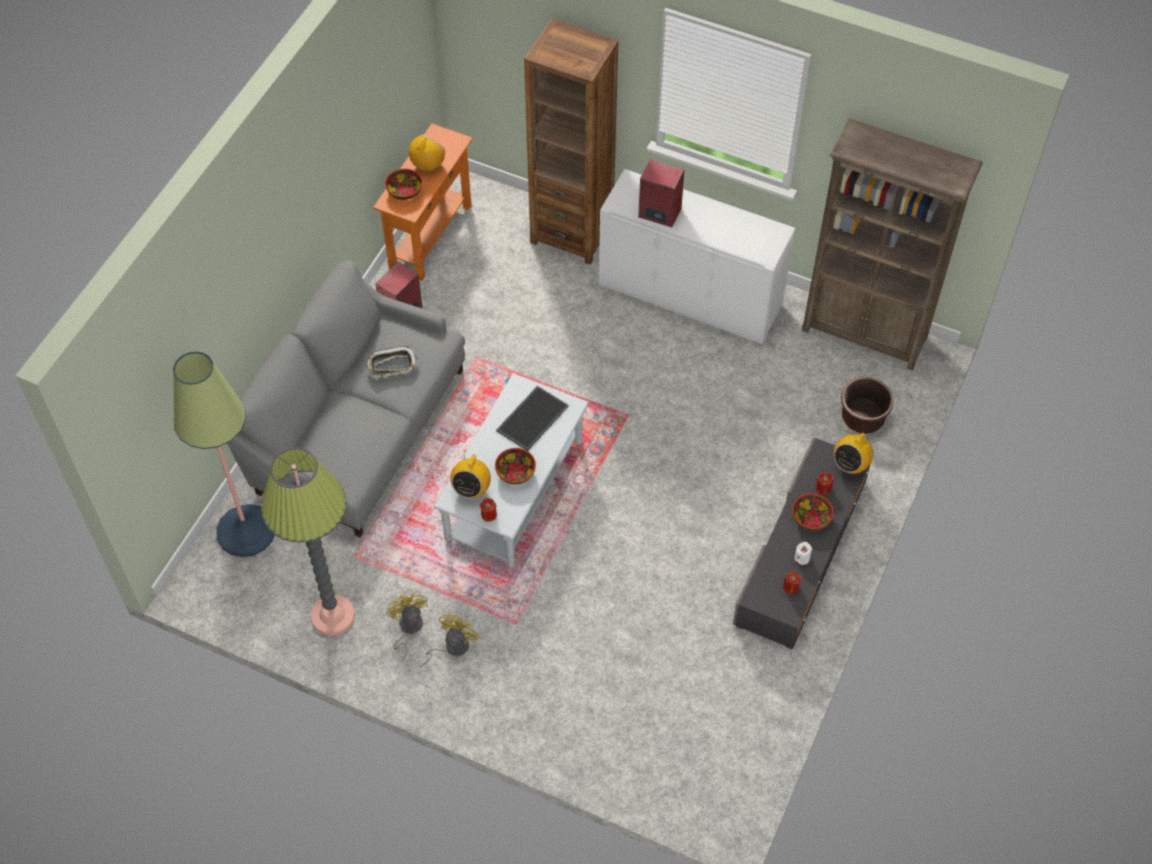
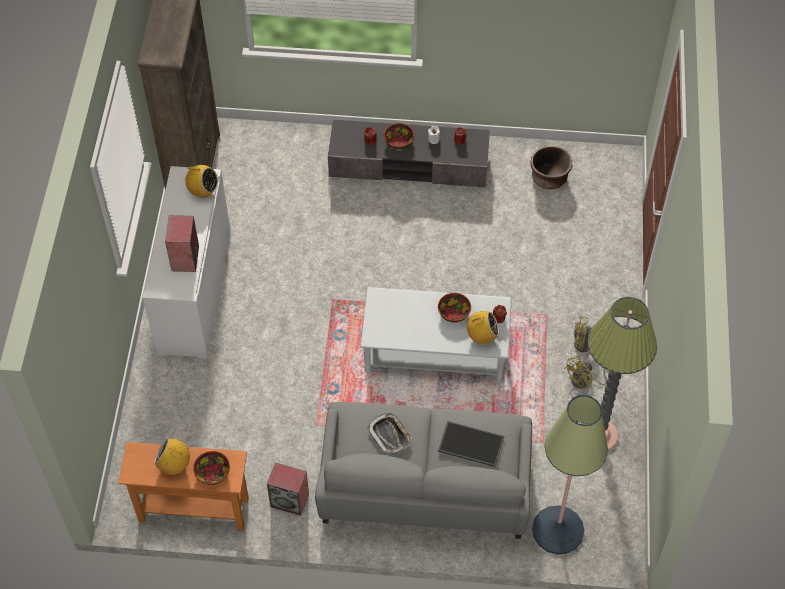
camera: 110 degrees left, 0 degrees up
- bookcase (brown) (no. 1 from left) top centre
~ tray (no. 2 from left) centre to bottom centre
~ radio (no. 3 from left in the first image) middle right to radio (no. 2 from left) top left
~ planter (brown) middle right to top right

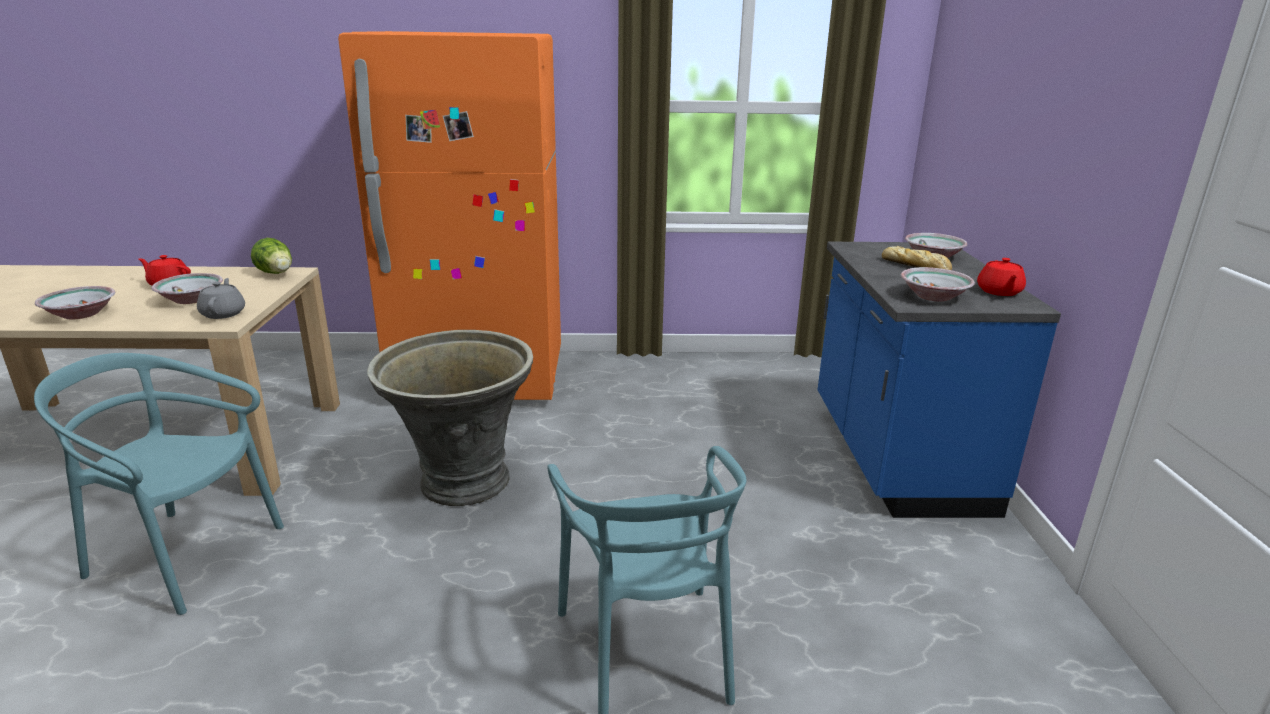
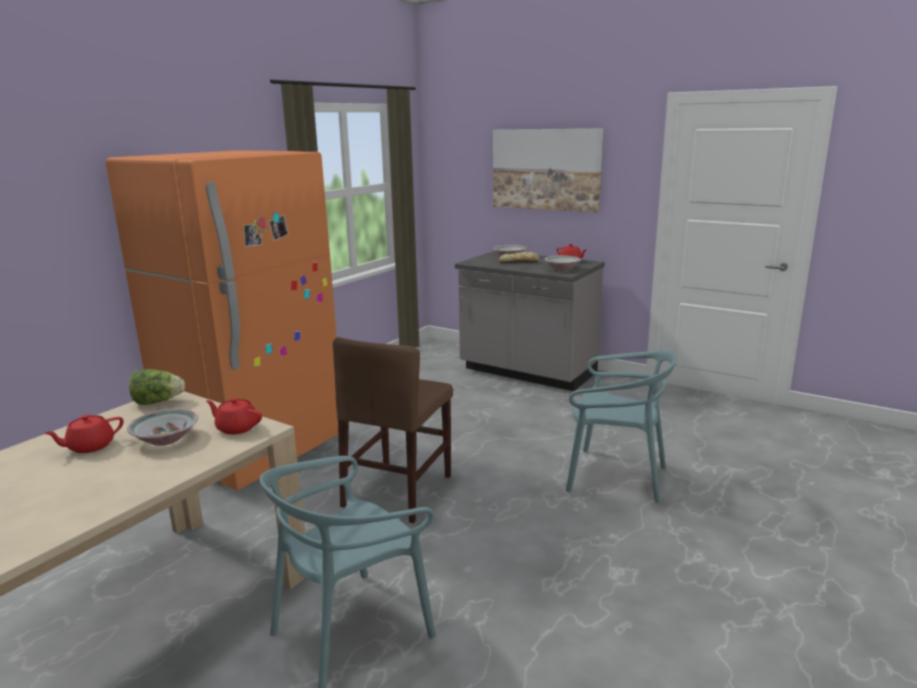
camera: 55 degrees left, 5 degrees down
- bowl (no. 1 from left) middle left
+ picture top centre
~ planter (grey) centre to chair (brown) centre
~ teapot (grey) middle left to teapot (red) (no. 2 from left) middle left
~ counter (blue) middle right to counter (grey) centre

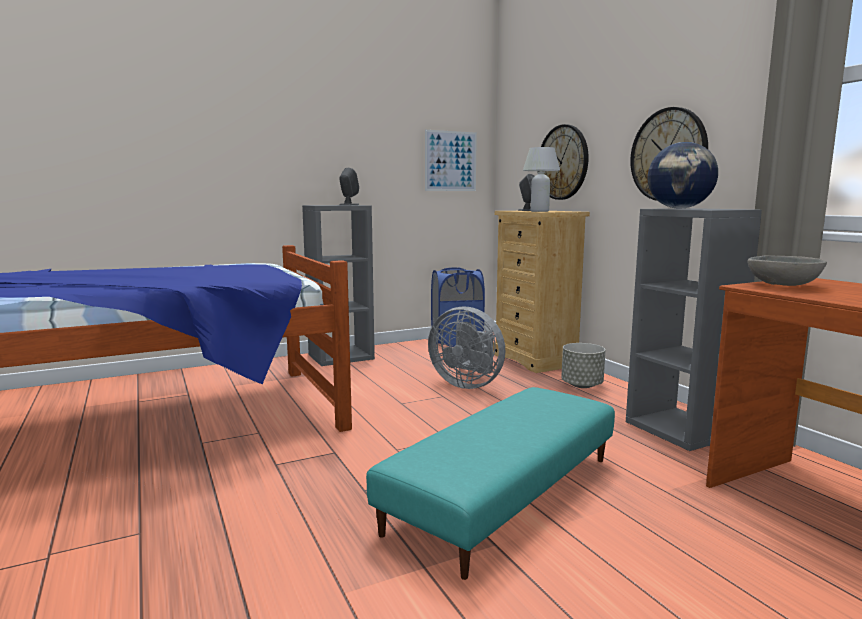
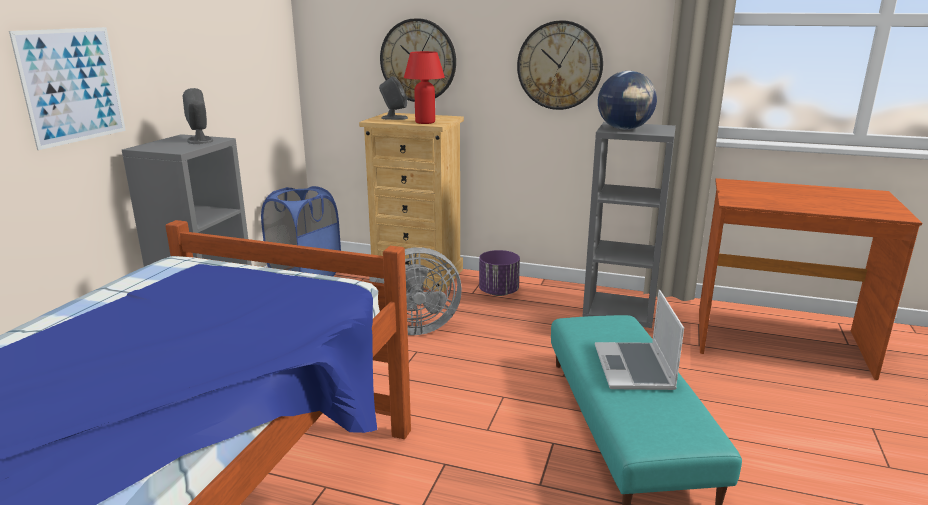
camera: 45 degrees left, 10 degrees up
- bowl (grey) middle right
+ laptop bottom right
~ picture top centre to top left
~ table lamp (white) top centre to table lamp (red) top centre
~ planter (grey) middle right to planter (purple) centre

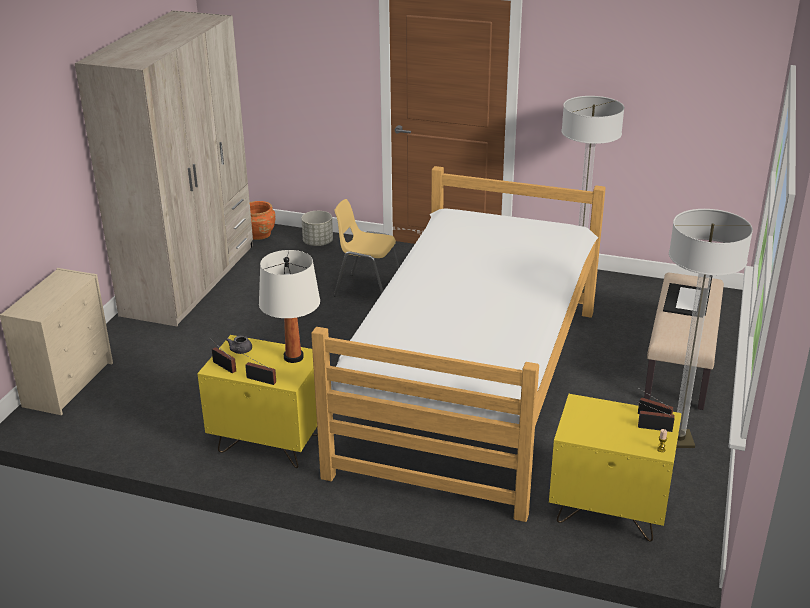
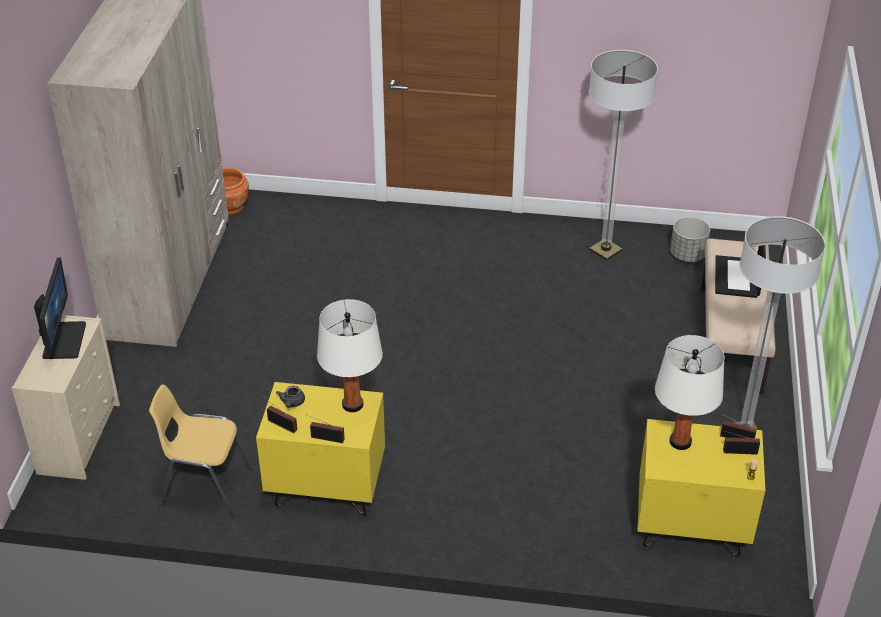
camera: 10 degrees left, 10 degrees up
- bed centre
+ monitor middle left
+ table lamp (white) (no. 2 from left) middle right
~ planter (grey) centre to middle right
~ chair (yellow) centre to bottom left

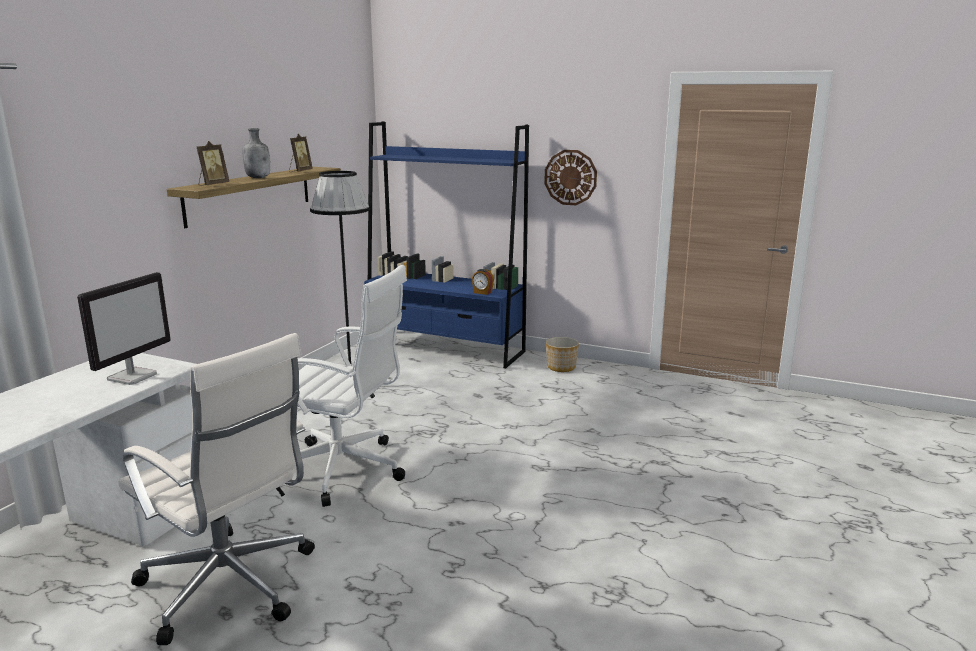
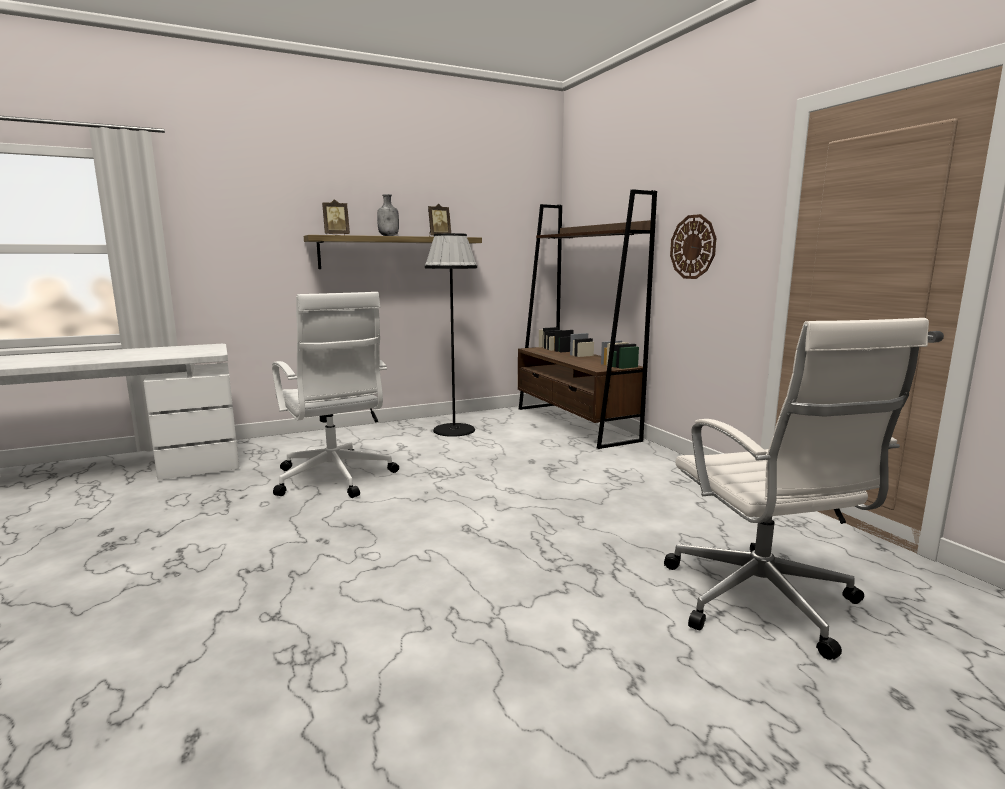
camera: 40 degrees right, 5 degrees down
- monitor middle left
- alarm clock centre
- planter centre
~ office chair (white) (no. 1 from left in the first image) bottom left to office chair (white) (no. 2 from left) middle right
~ bookcase (blue) centre to bookcase (brown) centre

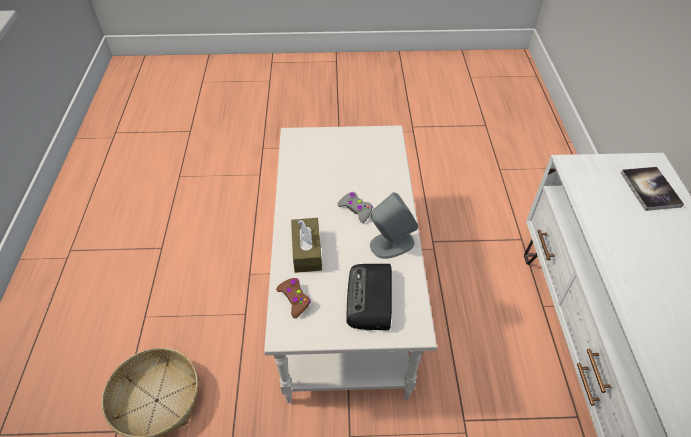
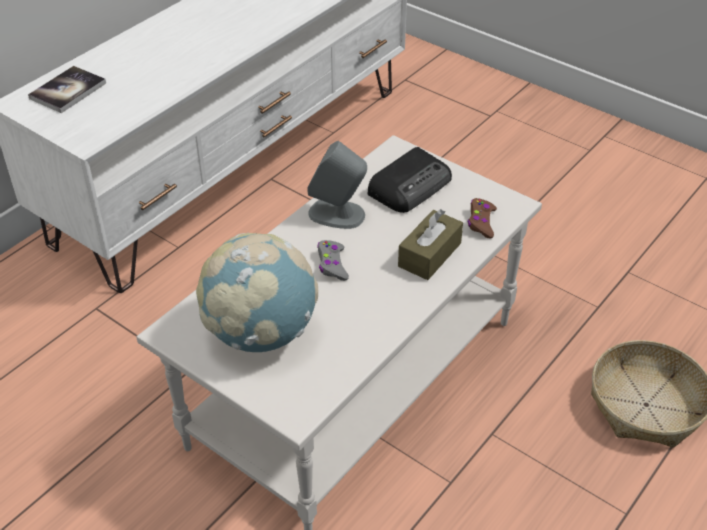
camera: 140 degrees left, 5 degrees down
+ globe centre

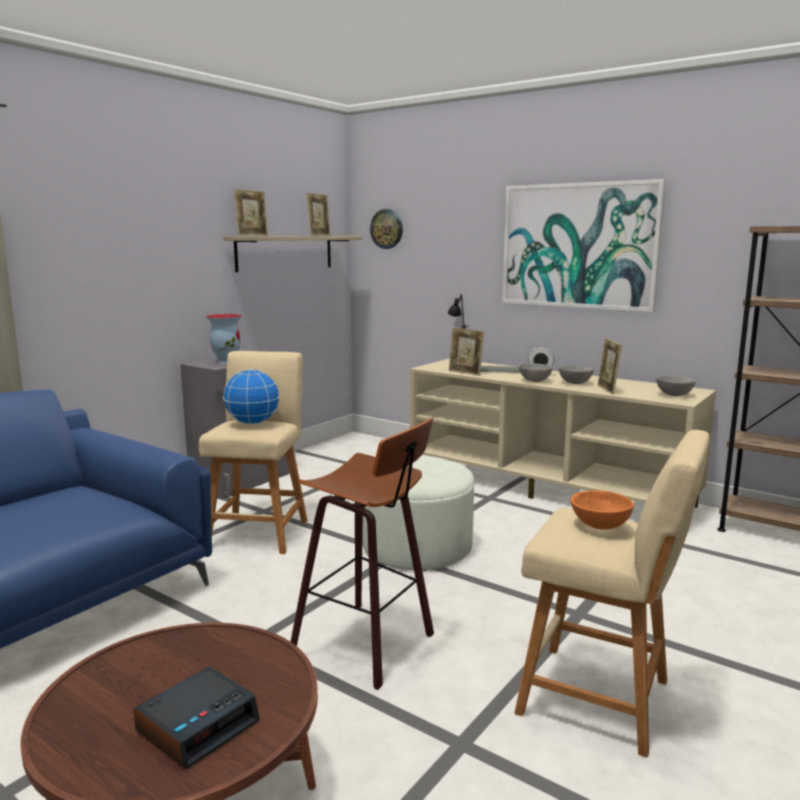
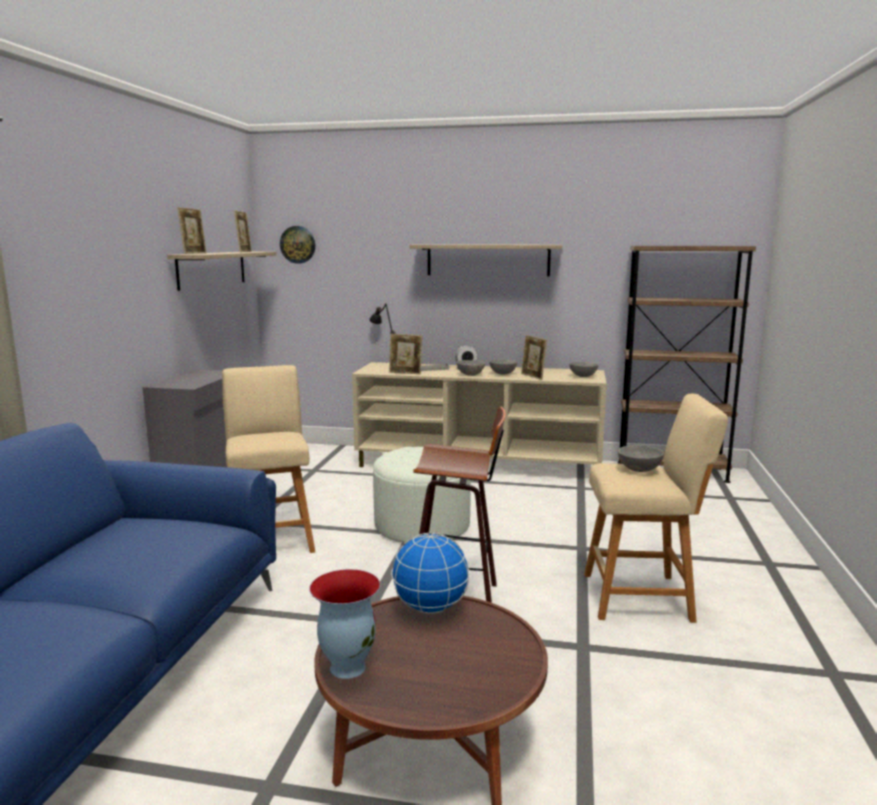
camera: 25 degrees left, 0 degrees up
- alarm clock (no. 1 from left) bottom left
~ vase middle left to bottom centre
~ globe middle left to bottom centre
~ picture top right to shelf (no. 2 from left) top centre
~ bowl (orange) middle right to bowl (grey) (no. 4 from left) middle right

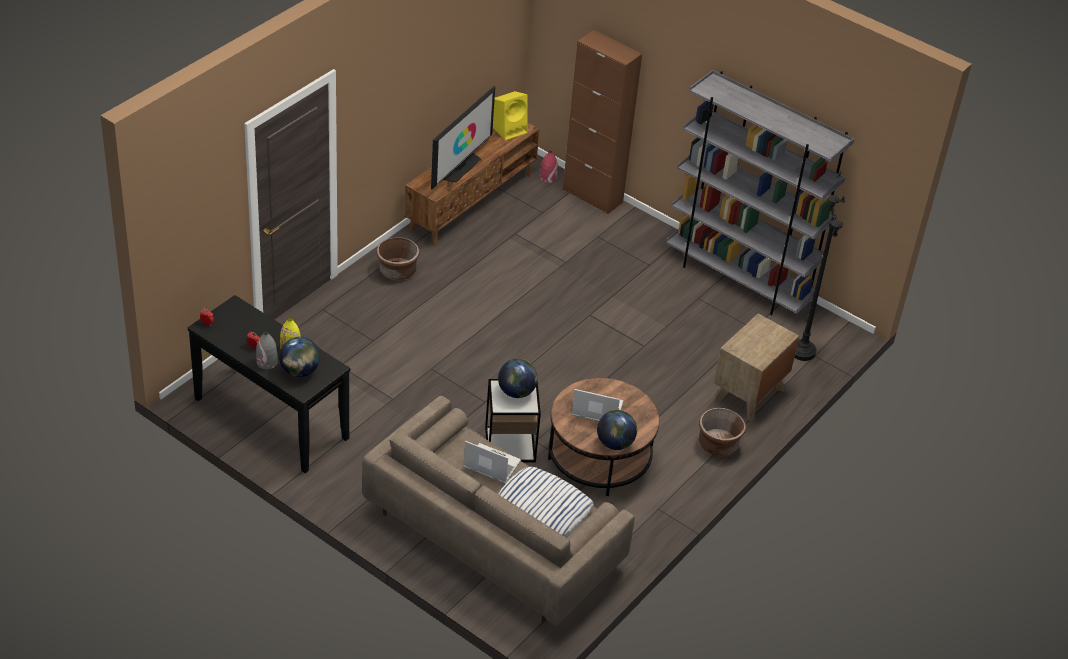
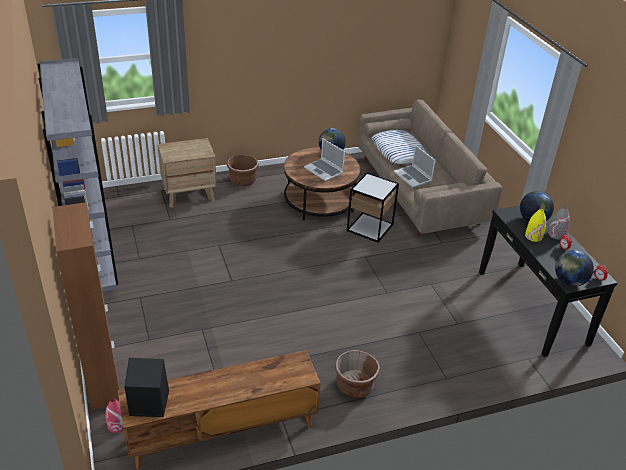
camera: 145 degrees left, 5 degrees down
- television top centre
- floor lamp (black) middle right
~ globe (no. 2 from left in the first image) centre to globe (no. 3 from left) middle right
~ speaker (yellow) top centre to speaker (black) bottom left

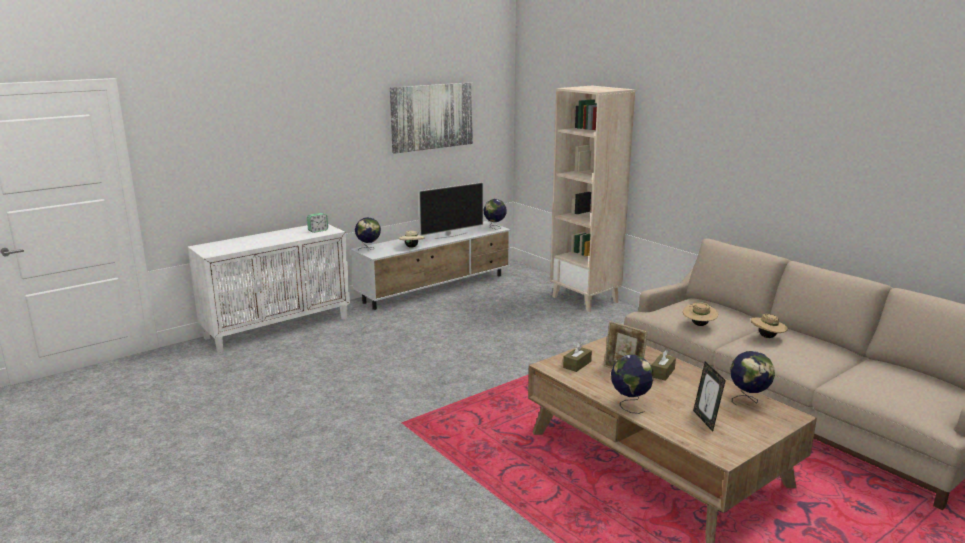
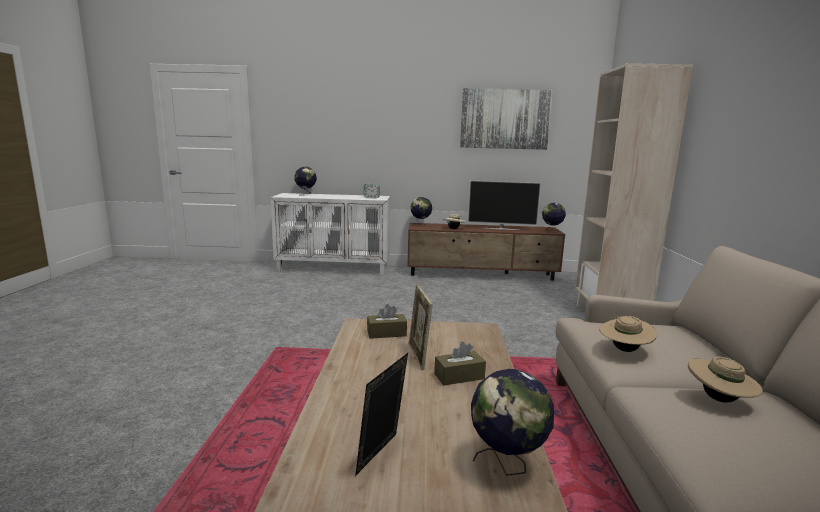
camera: 40 degrees right, 5 degrees down
~ globe (no. 3 from left in the first image) bottom centre to globe (no. 1 from left) centre
~ tv stand (white) centre to tv stand (brown) centre

